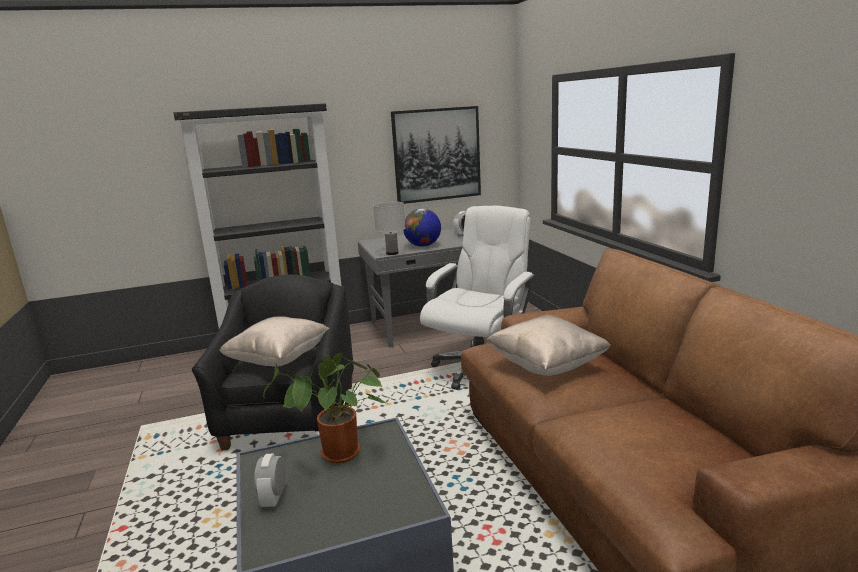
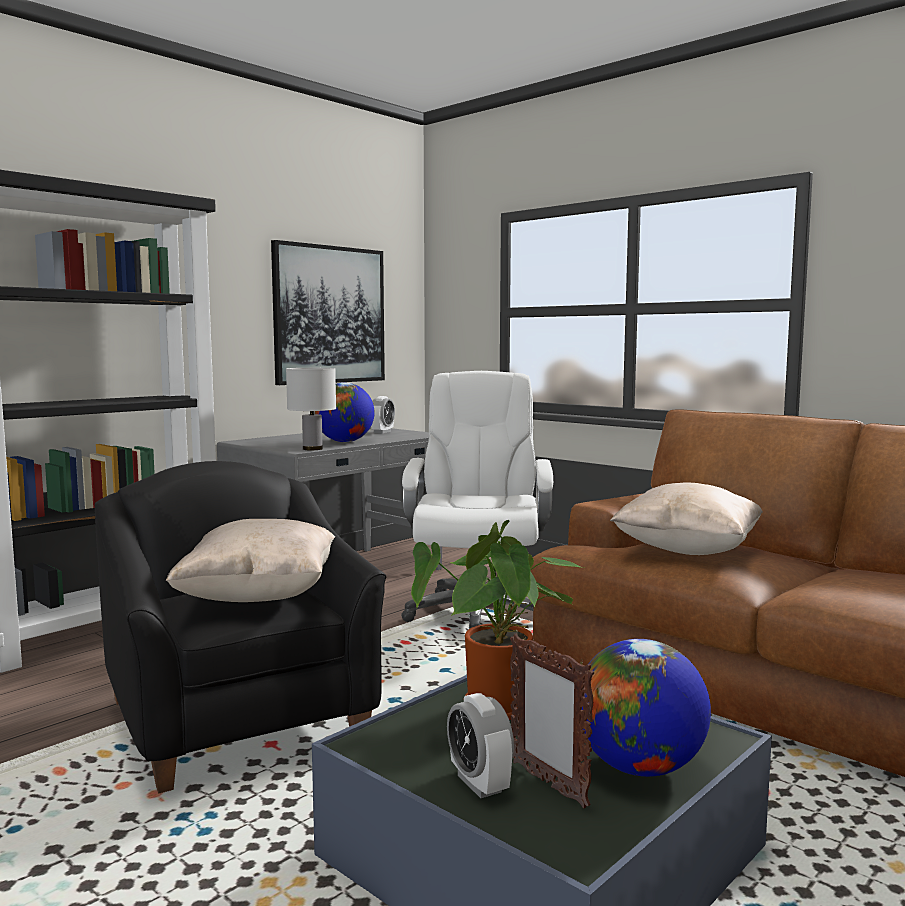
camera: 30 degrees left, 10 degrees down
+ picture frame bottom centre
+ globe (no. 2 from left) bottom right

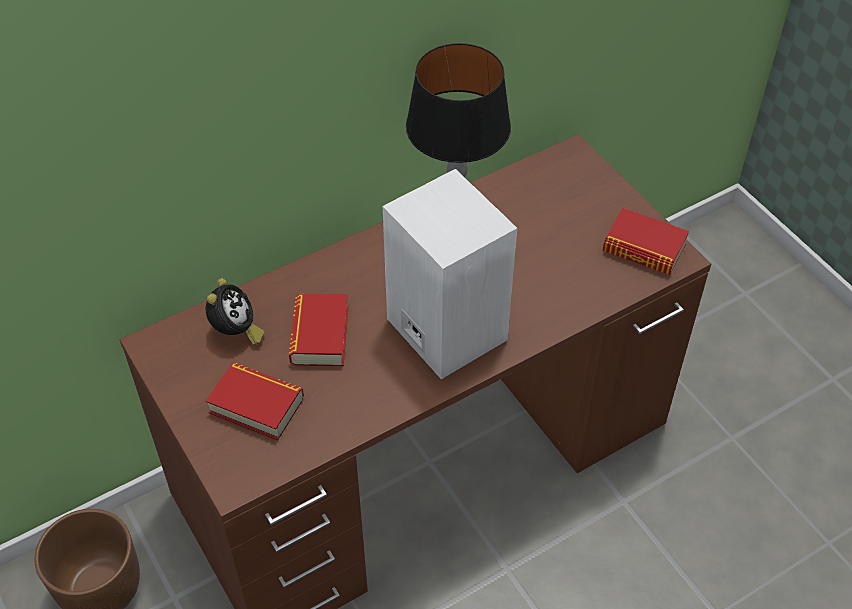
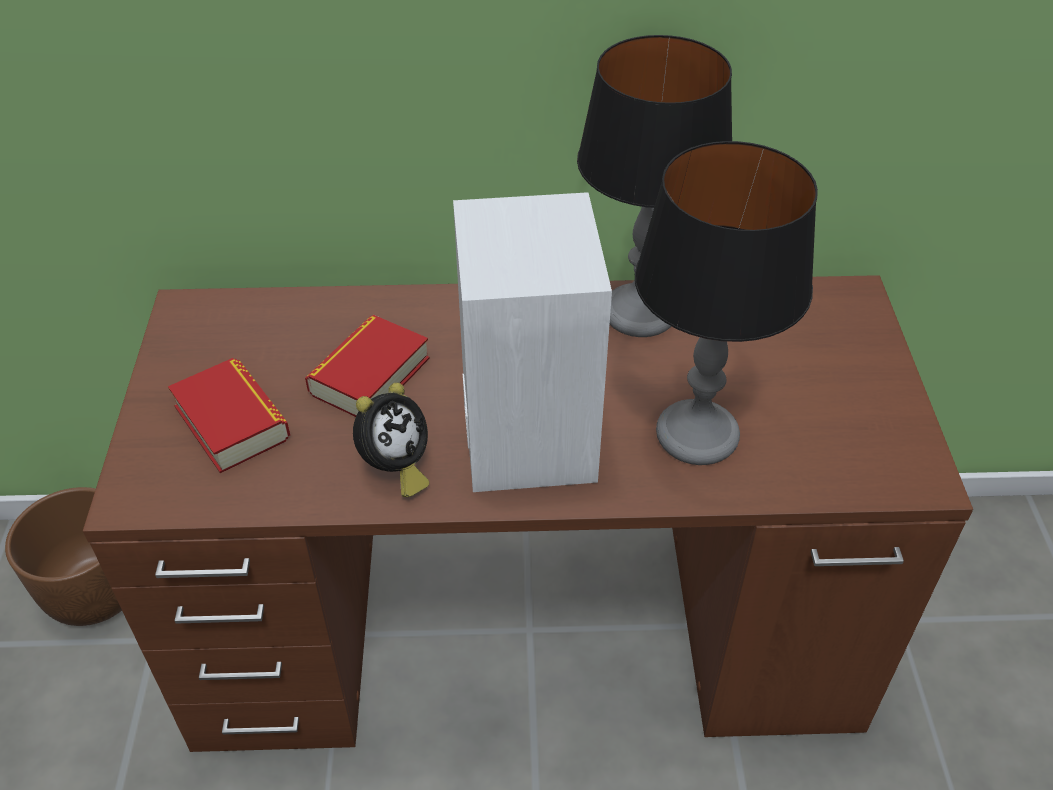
camera: 30 degrees right, 5 degrees down
- book (no. 3 from left) middle right
+ table lamp (no. 2 from left) middle right
~ alarm clock middle left to centre

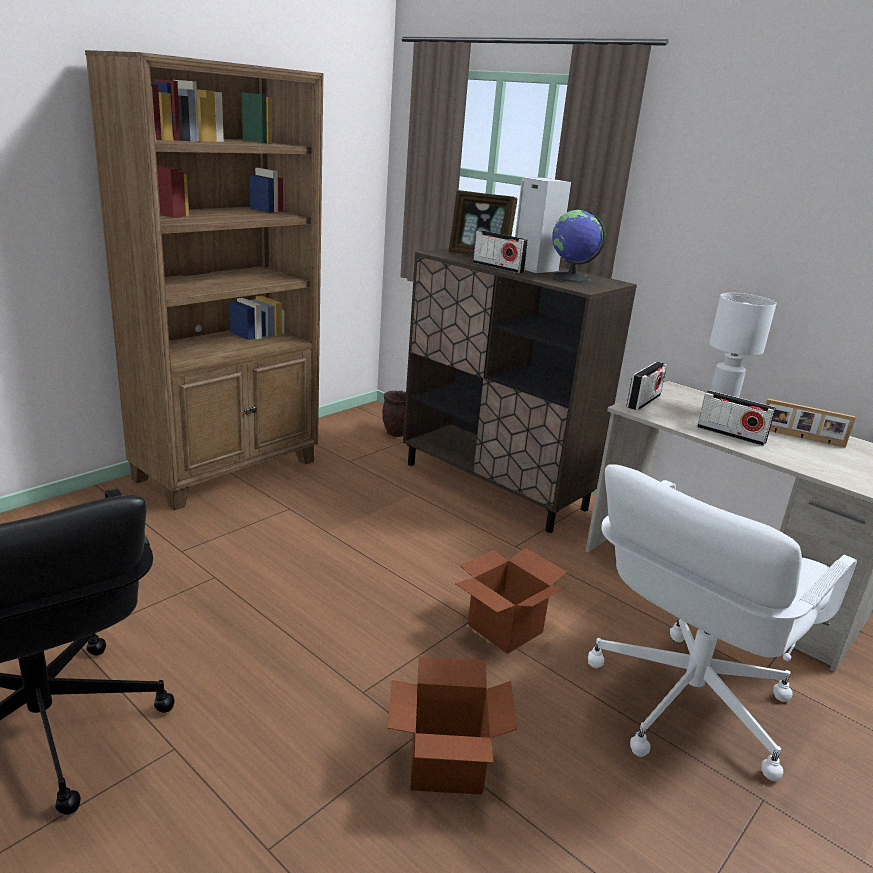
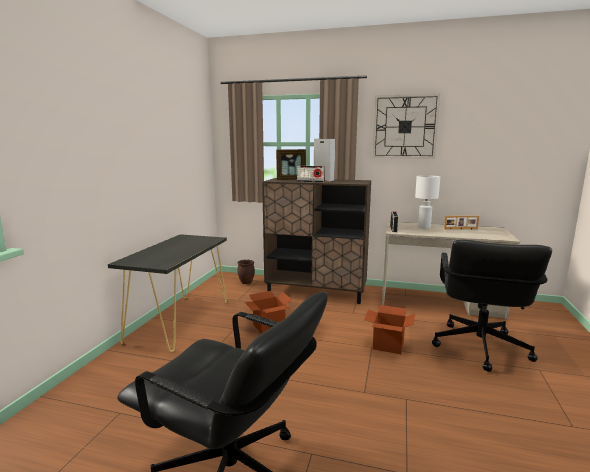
camera: 25 degrees left, 10 degrees down
- globe top centre
- radio (no. 3 from left) middle right
+ wall clock top right
~ cardboard box (no. 1 from left) bottom centre to centre
~ bookcase (brown) top left to console table (black) middle left
~ office chair (white) bottom right to office chair (black) (no. 2 from left) middle right

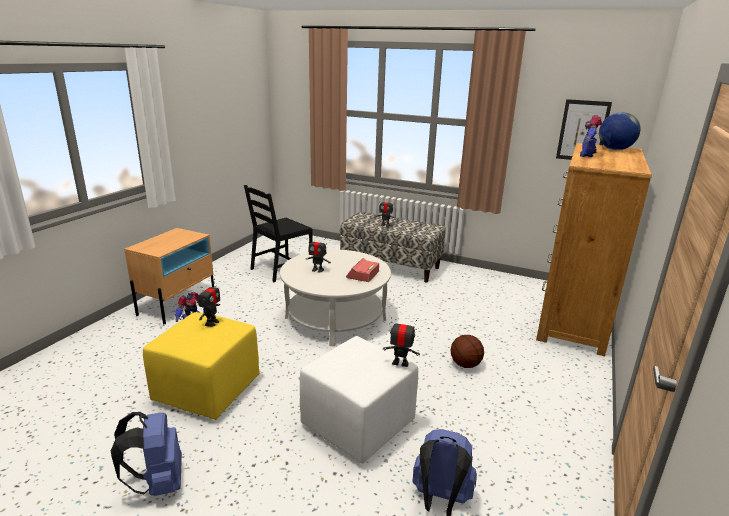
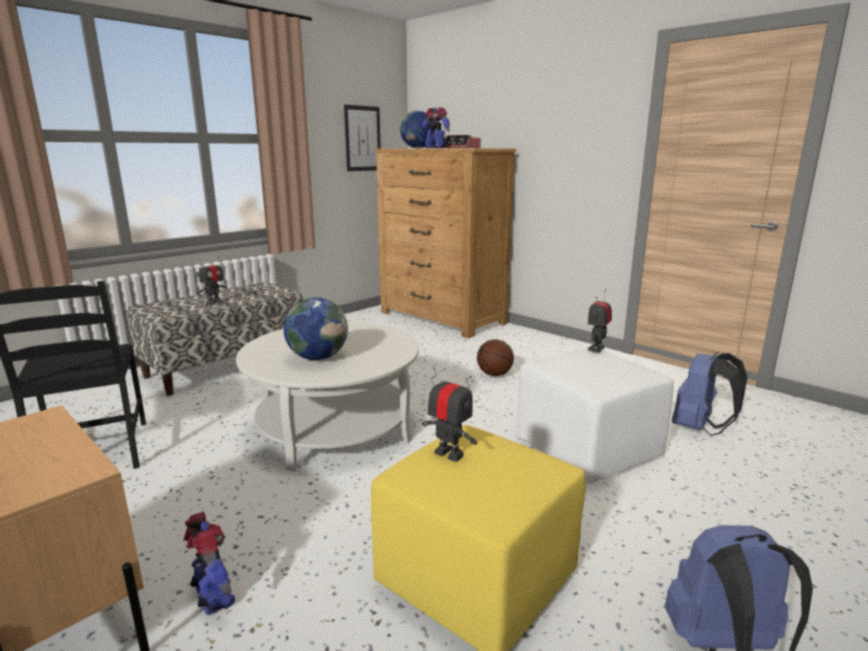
camera: 70 degrees left, 5 degrees down
~ alarm clock centre to top centre
~ toy robot (no. 3 from left) centre to globe (no. 1 from left) centre

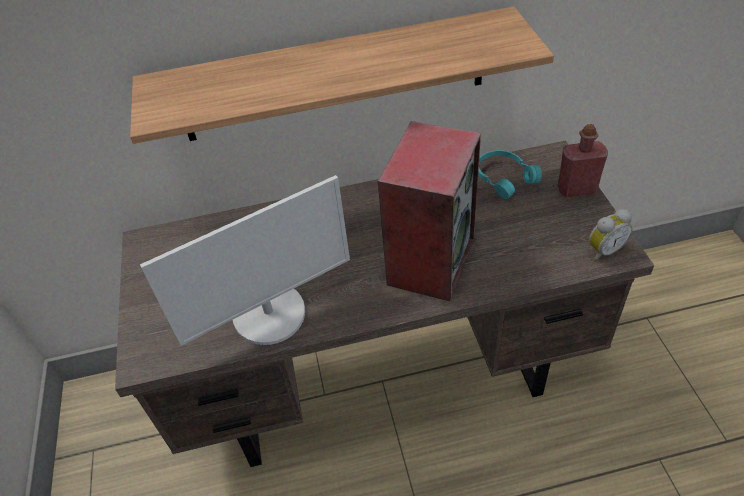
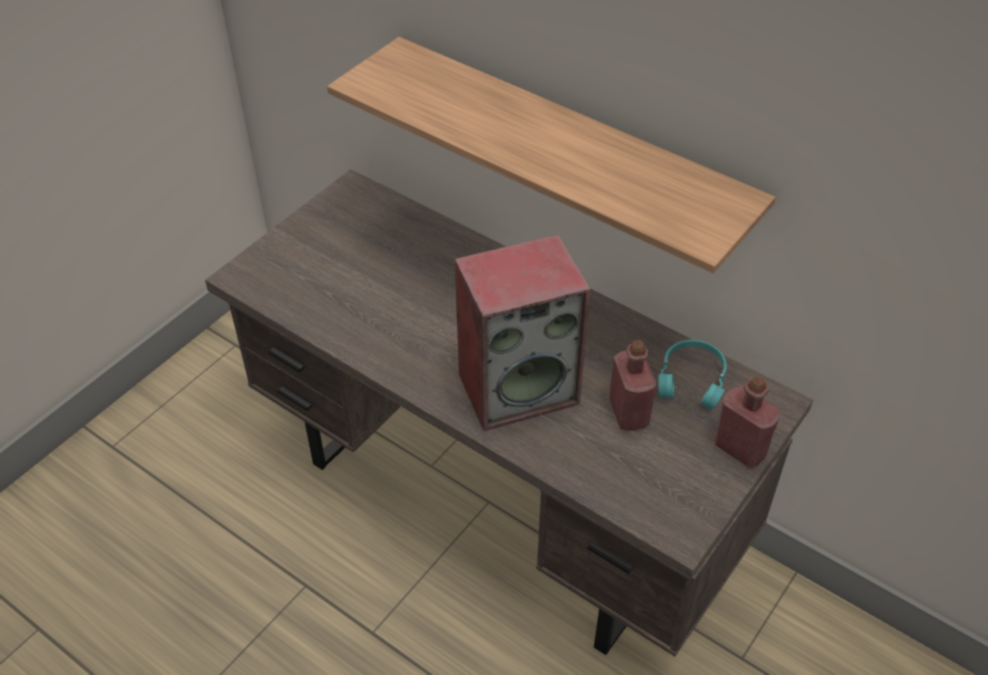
camera: 45 degrees right, 0 degrees up
- monitor middle left
- alarm clock middle right
+ bottle (red) (no. 1 from left) centre

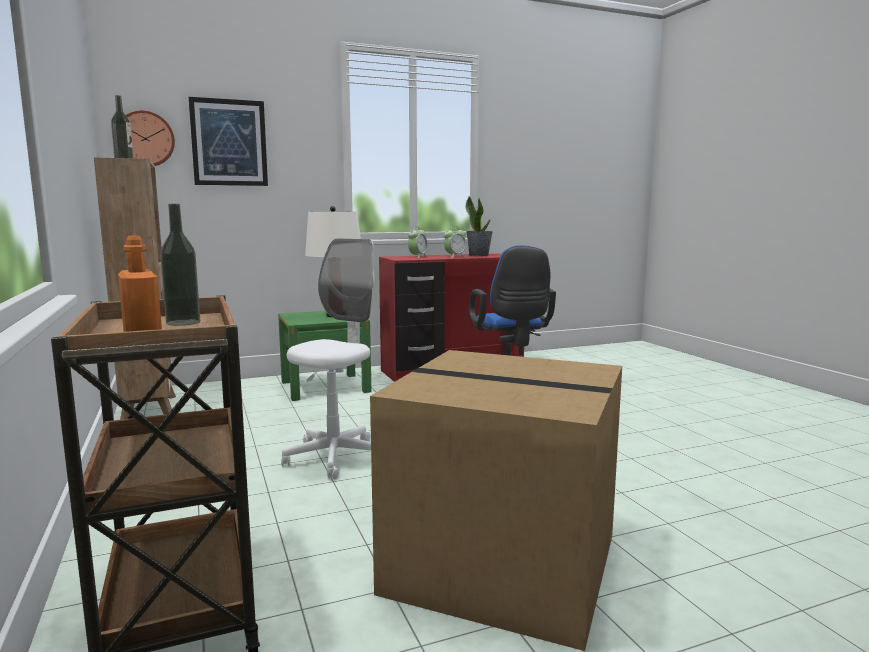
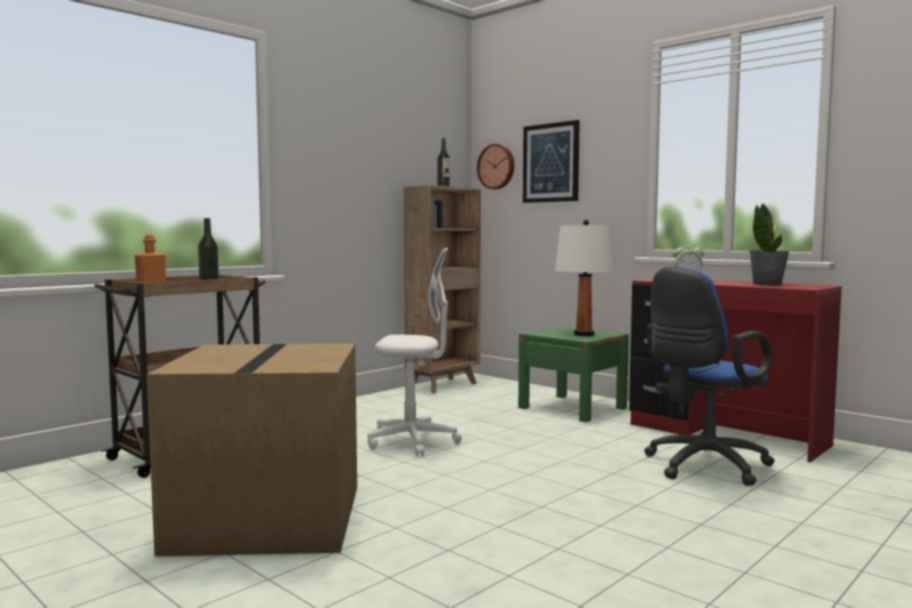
camera: 65 degrees right, 5 degrees down
- alarm clock (no. 2 from left) centre

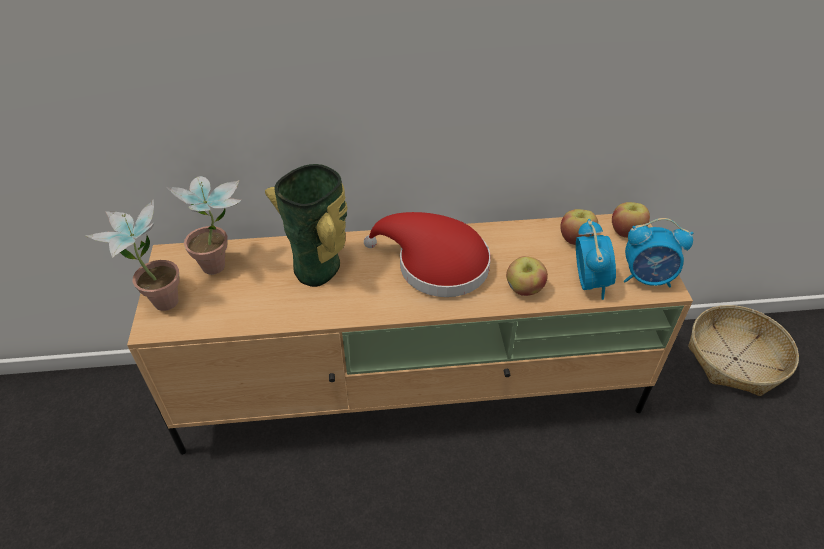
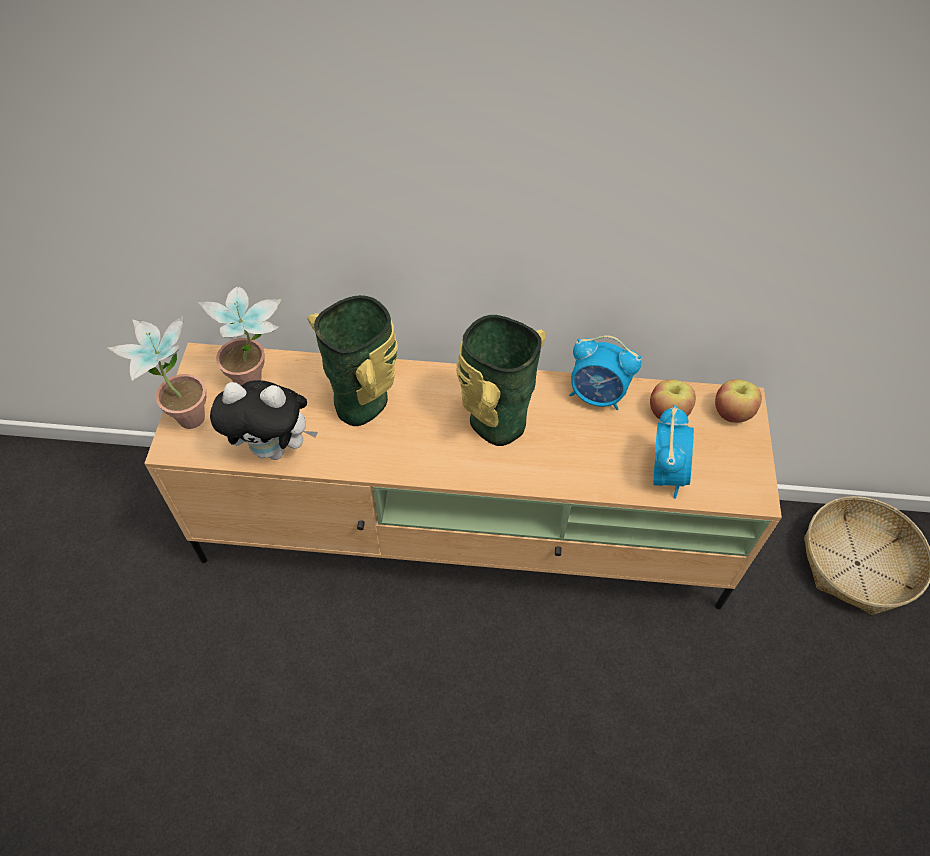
camera: 10 degrees right, 10 degrees up
- apple (no. 1 from left) centre
+ plush toy middle left
~ alarm clock (no. 2 from left in the first image) middle right to alarm clock (no. 1 from left) centre
~ hat (red) centre to vase (no. 2 from left) centre

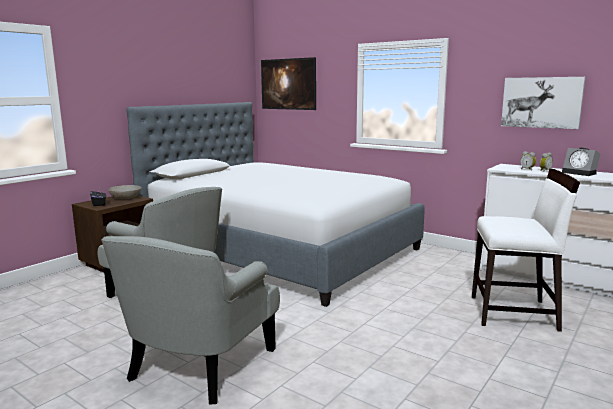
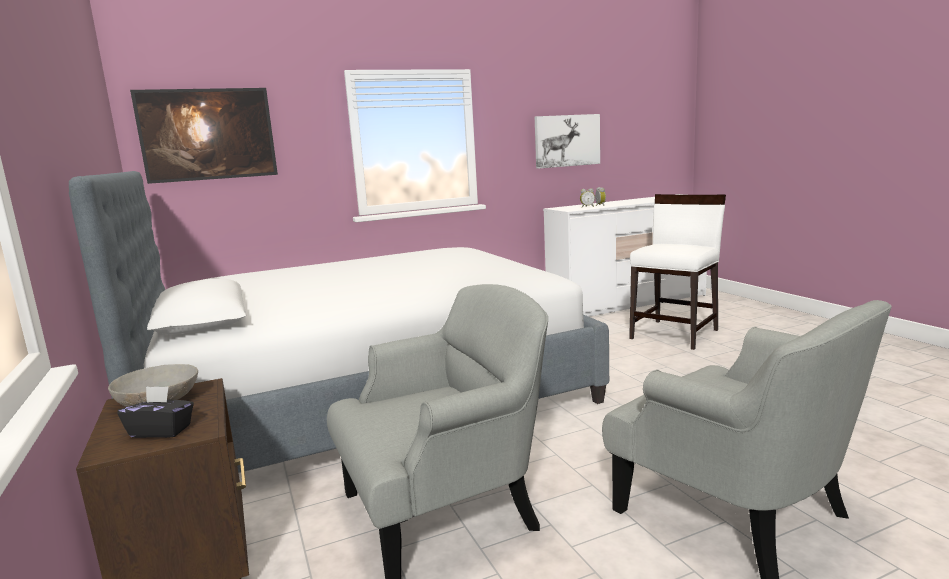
camera: 60 degrees left, 0 degrees up
- alarm clock (no. 3 from left) middle right

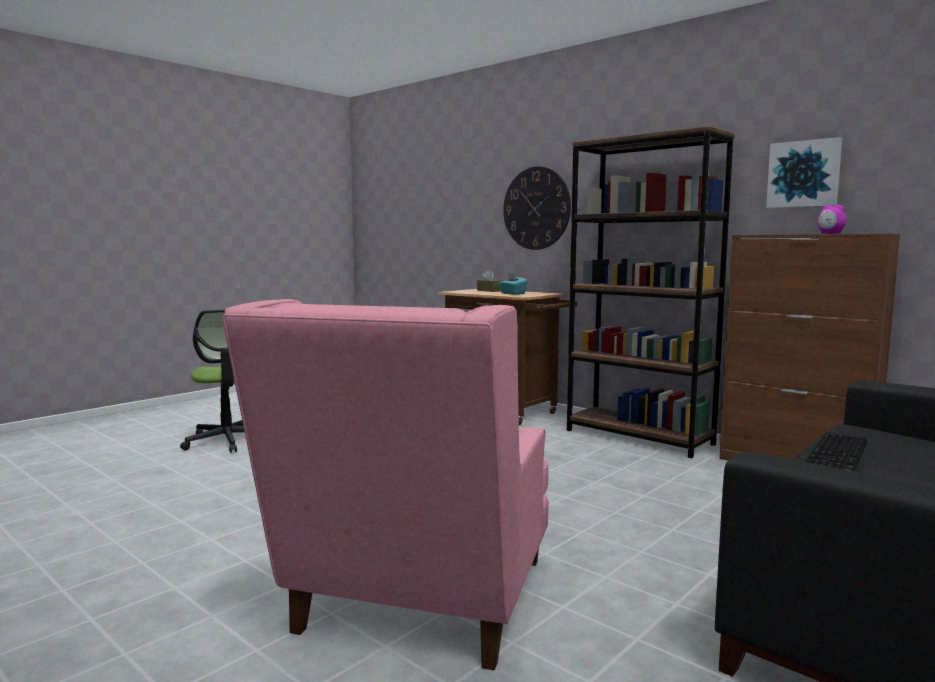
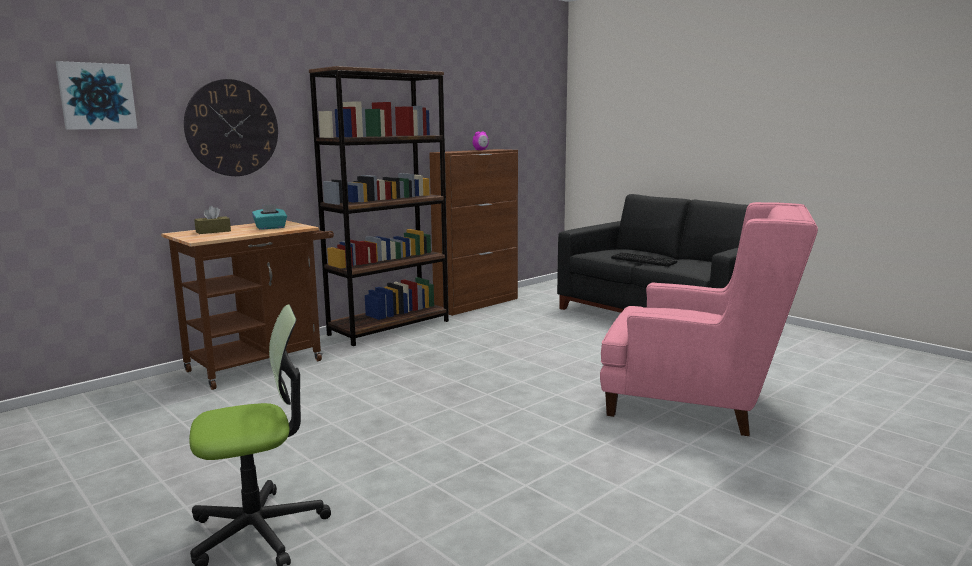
camera: 85 degrees left, 5 degrees up
~ picture top right to top left

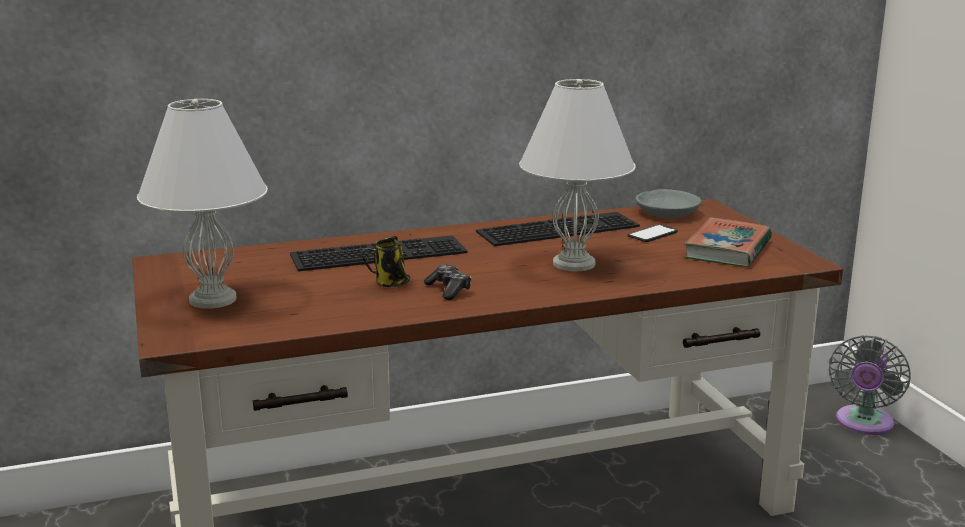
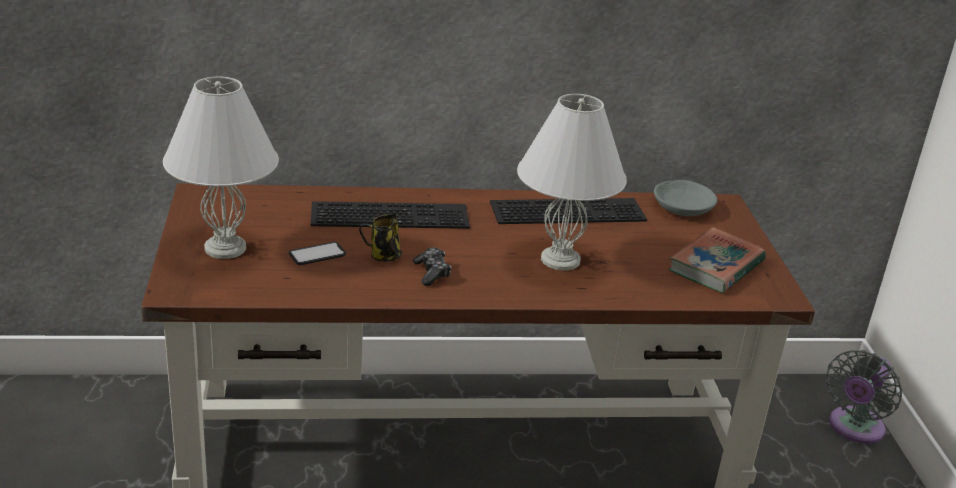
camera: 10 degrees right, 10 degrees up
~ phone middle right to middle left

